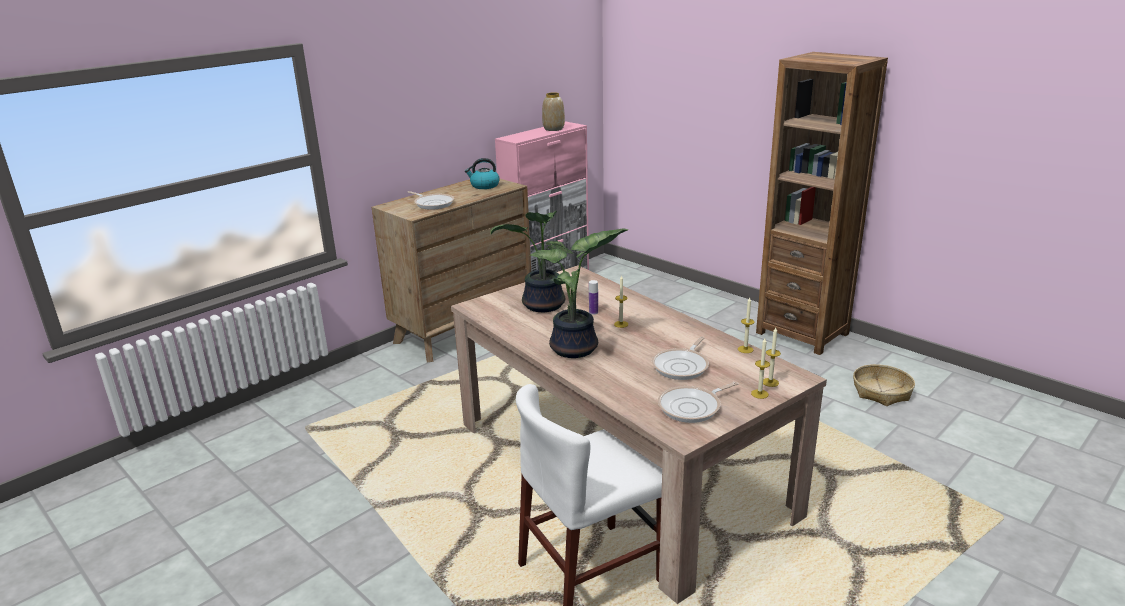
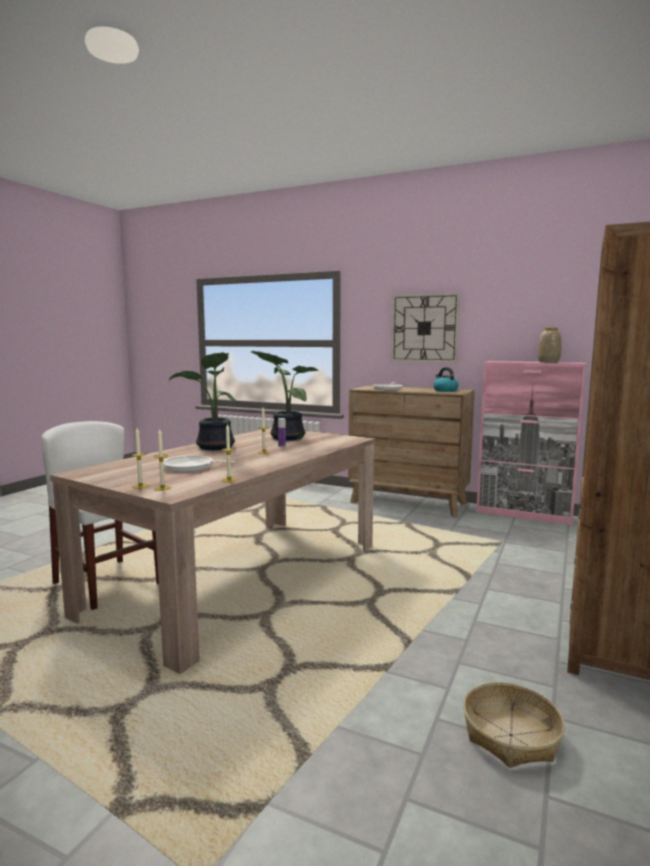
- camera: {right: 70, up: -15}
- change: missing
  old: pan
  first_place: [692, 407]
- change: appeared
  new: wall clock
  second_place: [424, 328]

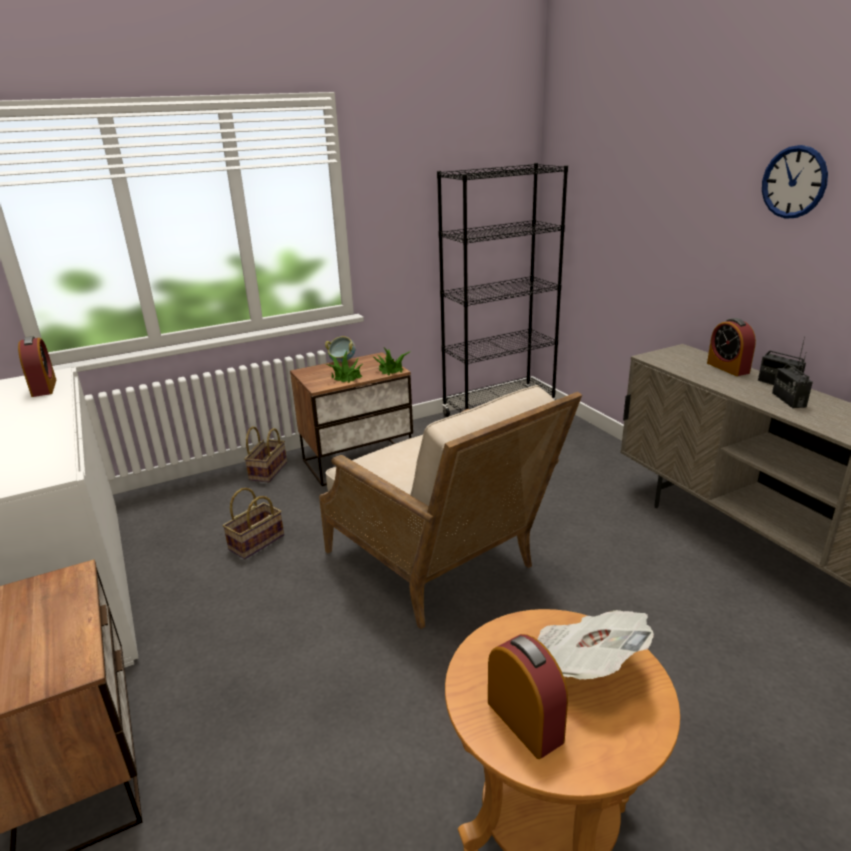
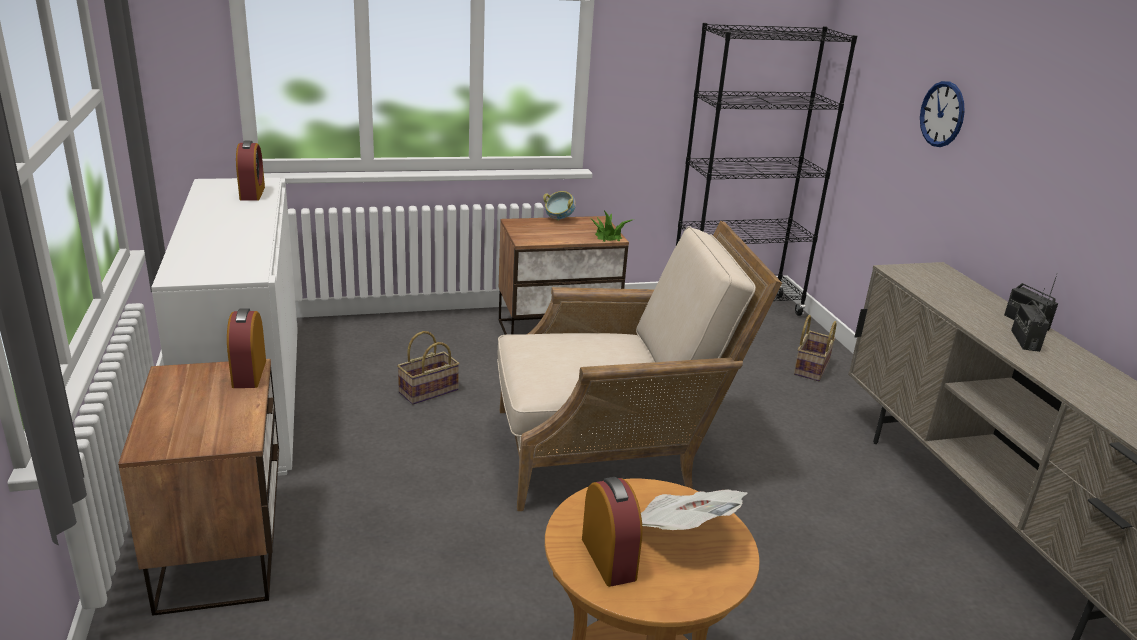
- camera: {right: 10, up: 0}
- change: relocated
  old: household basket
  first_place: [268, 470]
  second_place: [810, 367]
- change: spun
  old: beige-coloured lounge chair
  first_place: [441, 565]
  second_place: [611, 451]
  degrees: -75
- change: missing
  old: potted plant
  first_place: [346, 376]
- change: relocated
  old: bedside clock
  first_place: [727, 368]
  second_place: [249, 373]
- change: relocated
  old: wall clock
  first_place: [794, 182]
  second_place: [942, 114]

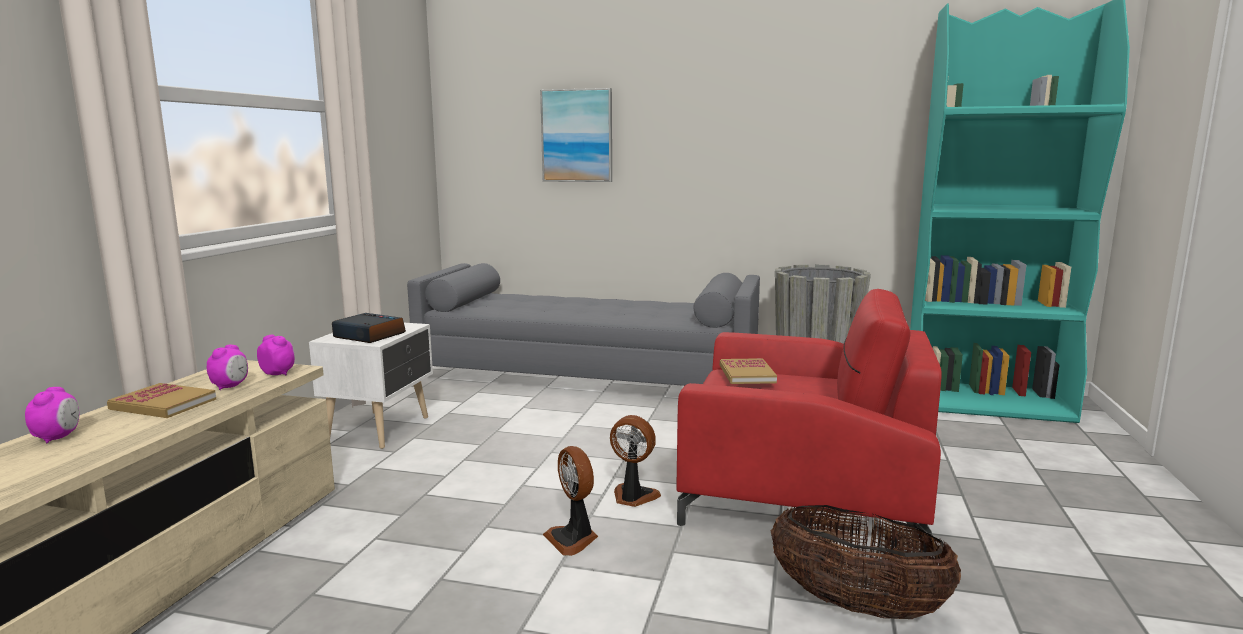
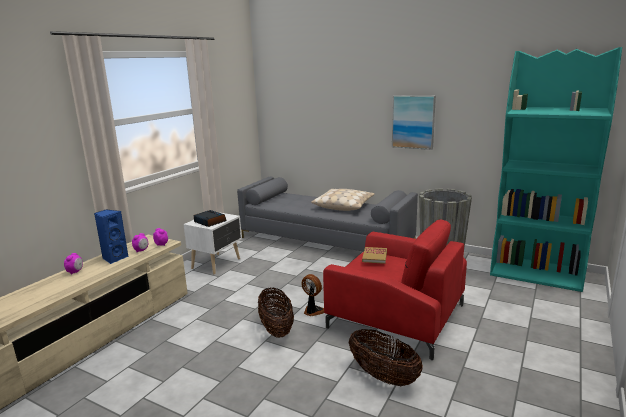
- camera: {right: 15, up: 5}
- change: exchanged
  old: volume
  new: blue-coloured audio speaker
  first_place: [163, 404]
  second_place: [114, 258]
- change: relocated
  old: wall picture
  first_place: [577, 136]
  second_place: [413, 122]
- change: exchanged
  old: electric fan
  new: household basket
  first_place: [573, 539]
  second_place: [276, 329]
- change: appeared
  new: beige-coloured throw pillow
  second_place: [343, 205]

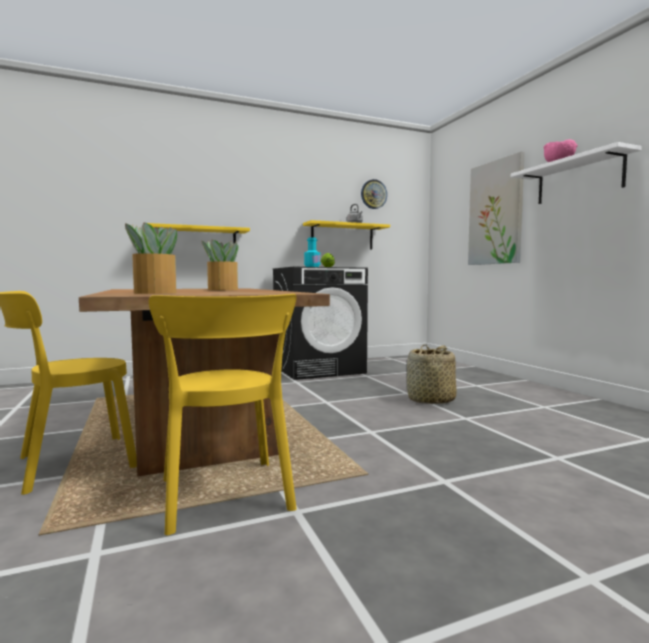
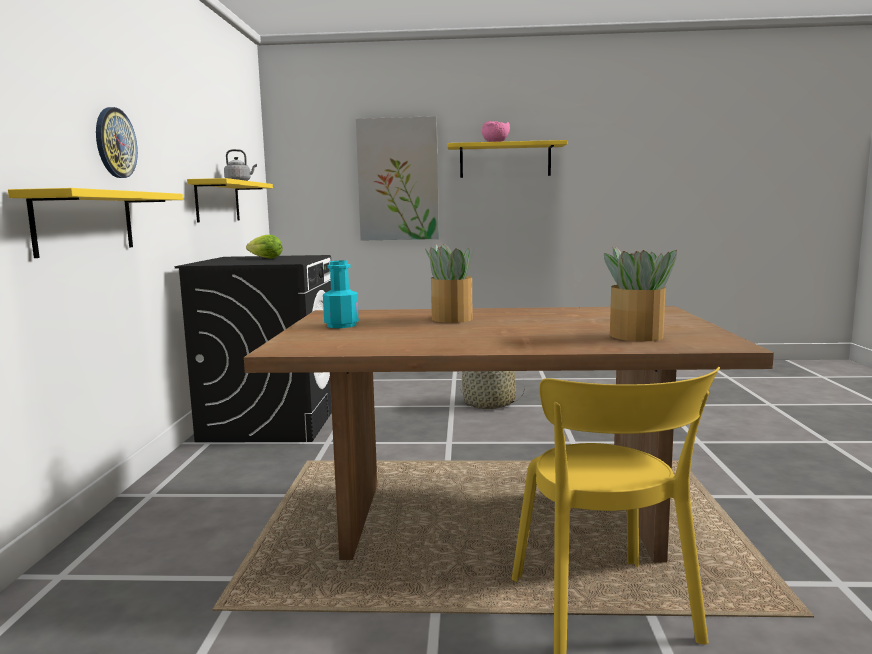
- camera: {right: -65, up: 5}
- change: missing
  old: yellow plain chair
  first_place: [226, 497]
- change: relocated
  old: blue-green drink bottle
  first_place: [312, 266]
  second_place: [341, 325]
- change: relocated
  old: wall clock
  first_place: [373, 194]
  second_place: [115, 143]
- change: colour
  old: white-coloured shelf
  new: yellow shelf
  first_place: [578, 179]
  second_place: [505, 160]

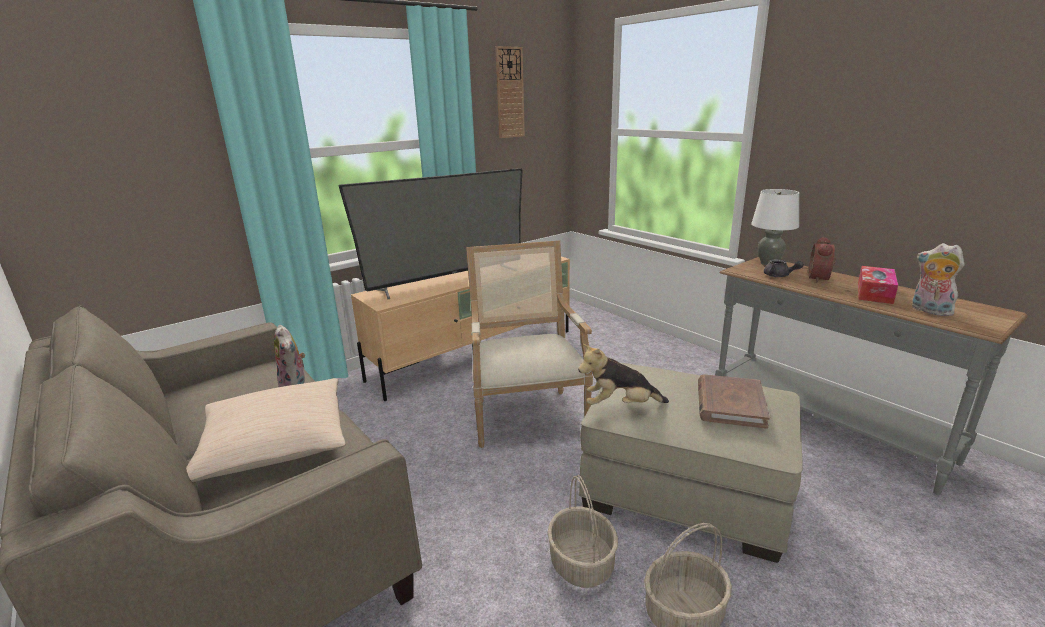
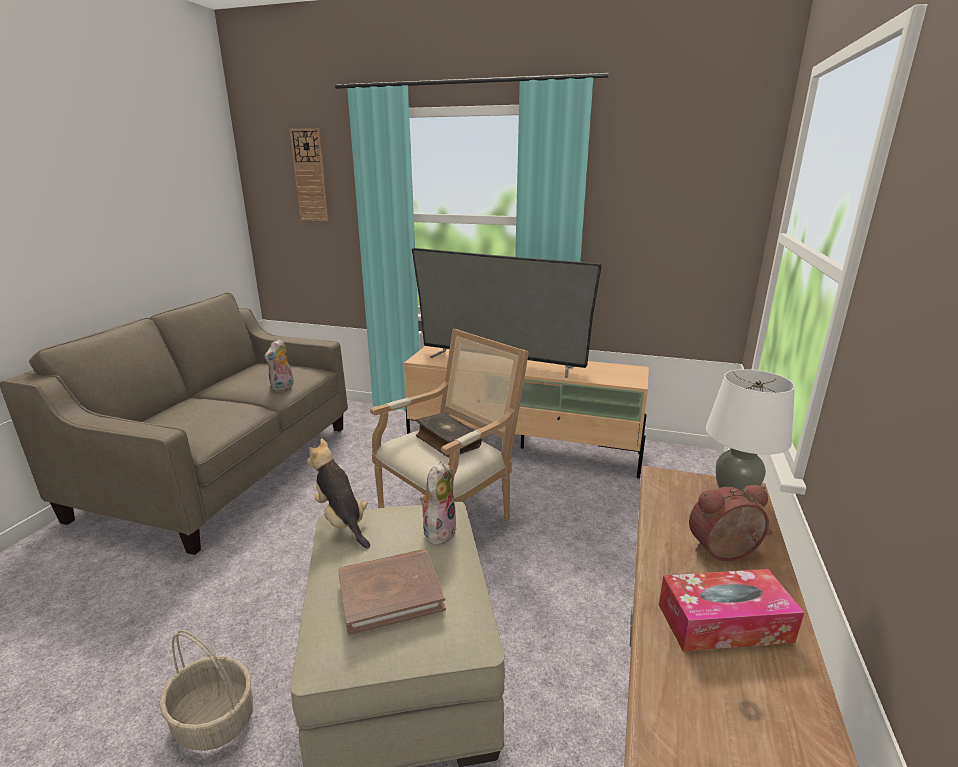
- camera: {right: 55, up: 0}
- change: missing
  old: beige-coloured throw pillow
  first_place: [275, 443]
- change: relocated
  old: wall clock
  first_place: [509, 93]
  second_place: [310, 175]
- change: missing
  old: household basket
  first_place: [582, 564]
- change: missing
  old: grey pot for tea
  first_place: [779, 276]
- change: relocated
  old: soft toy
  first_place: [928, 311]
  second_place: [438, 531]
- change: appeared
  new: volume
  second_place: [447, 442]

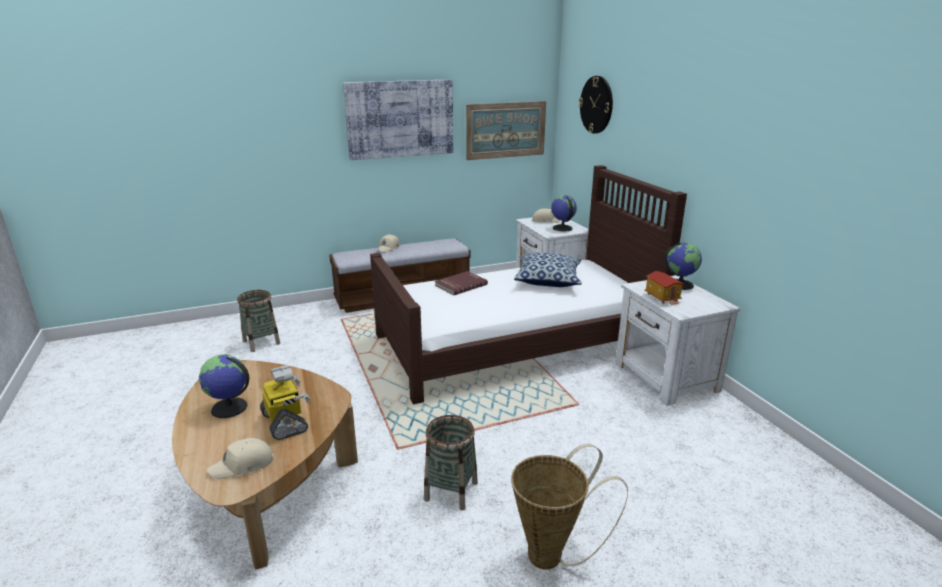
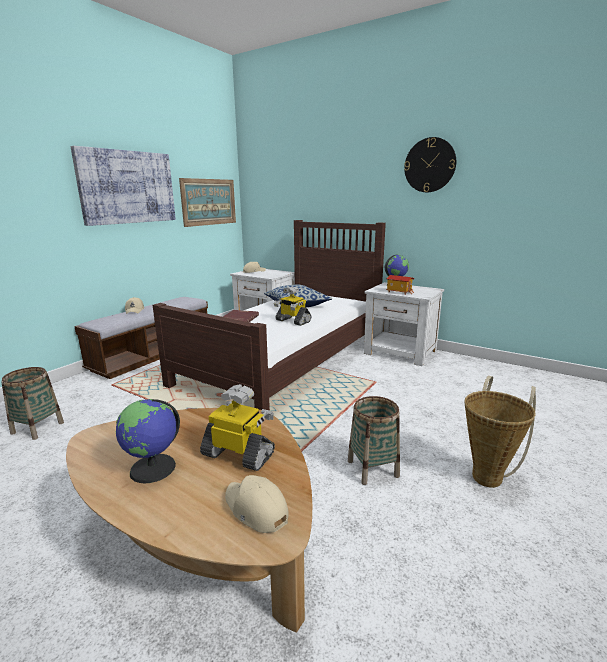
- camera: {right: -35, up: -5}
- change: spun
  old: beige-coloured cap
  first_place: [243, 465]
  second_place: [255, 509]
  degrees: 105
- change: missing
  old: globe
  first_place: [562, 228]
- change: relocated
  old: wall clock
  first_place: [596, 105]
  second_place: [429, 165]
- change: appeared
  new: robot figure
  second_place: [292, 321]

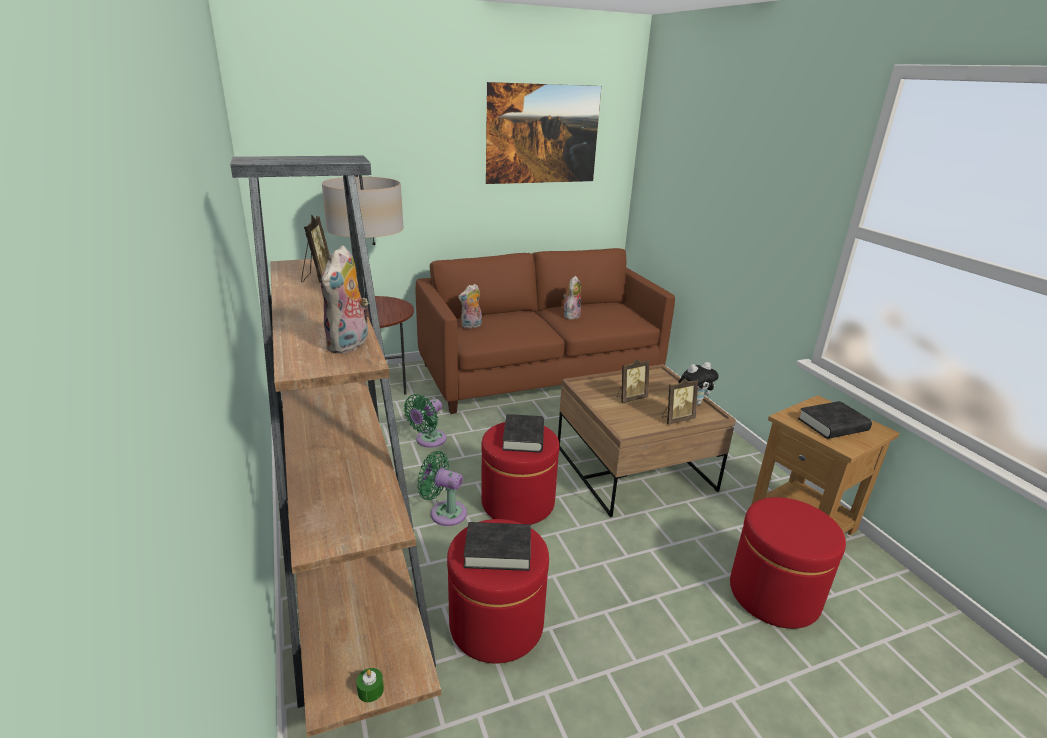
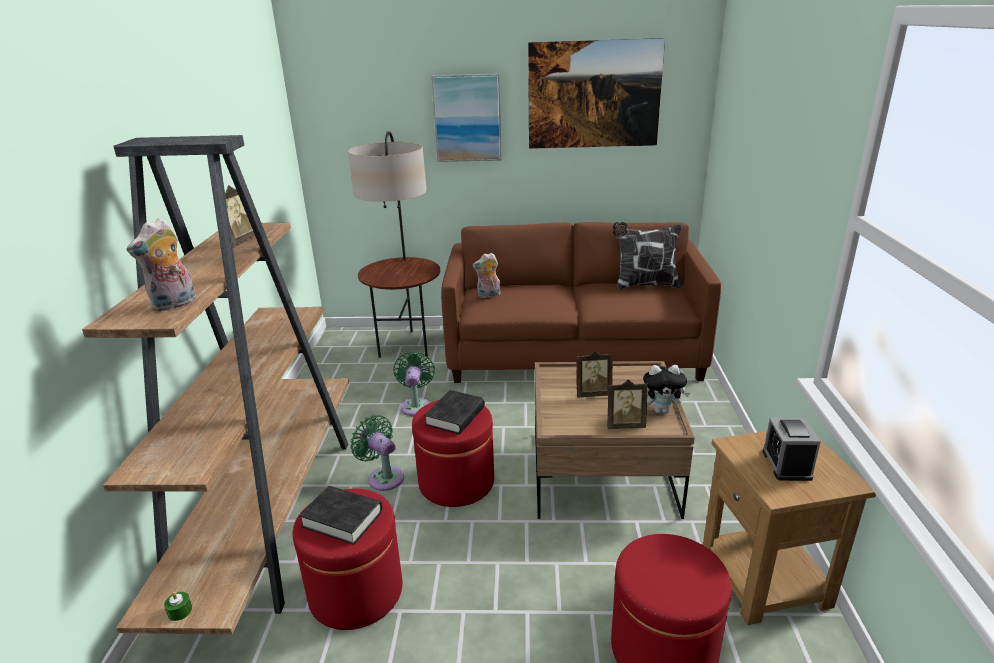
- camera: {right: 25, up: 0}
- change: spun
  old: green-coloured electric fan
  first_place: [428, 440]
  second_place: [416, 405]
  degrees: 120
- change: missing
  old: soft toy
  first_place: [571, 315]
- change: exchanged
  old: blackish volume
  new: bedside clock
  first_place: [832, 425]
  second_place: [786, 464]
- change: appeared
  new: wall picture
  second_place: [467, 118]
- change: appeared
  new: throw pillow
  second_place: [644, 285]

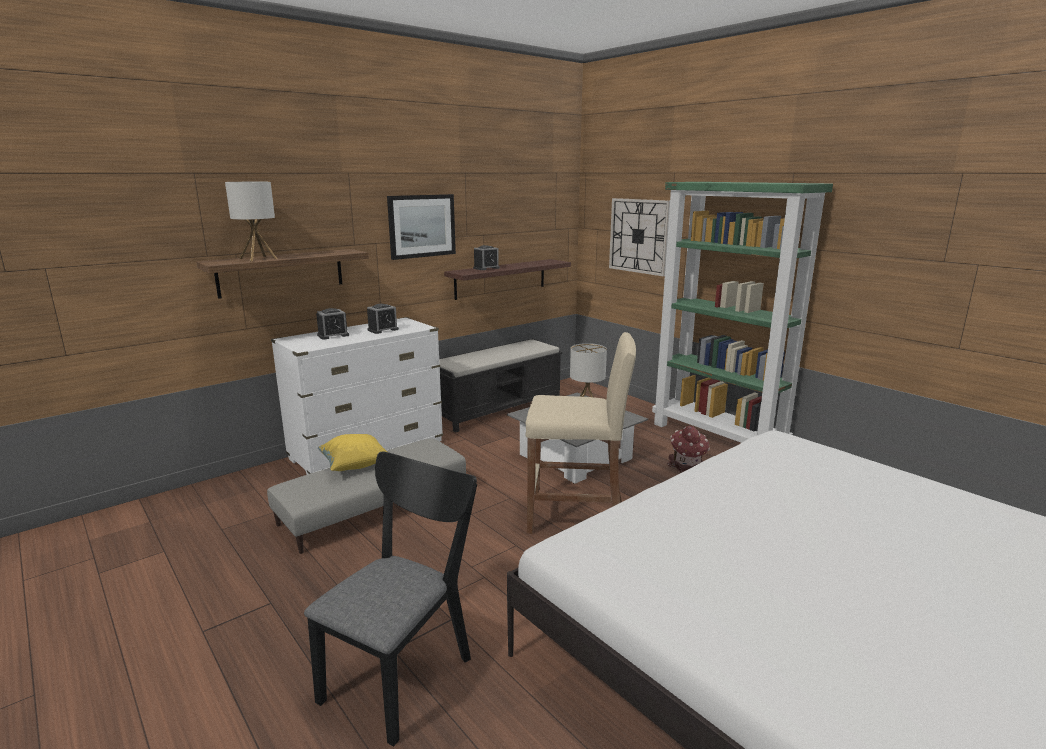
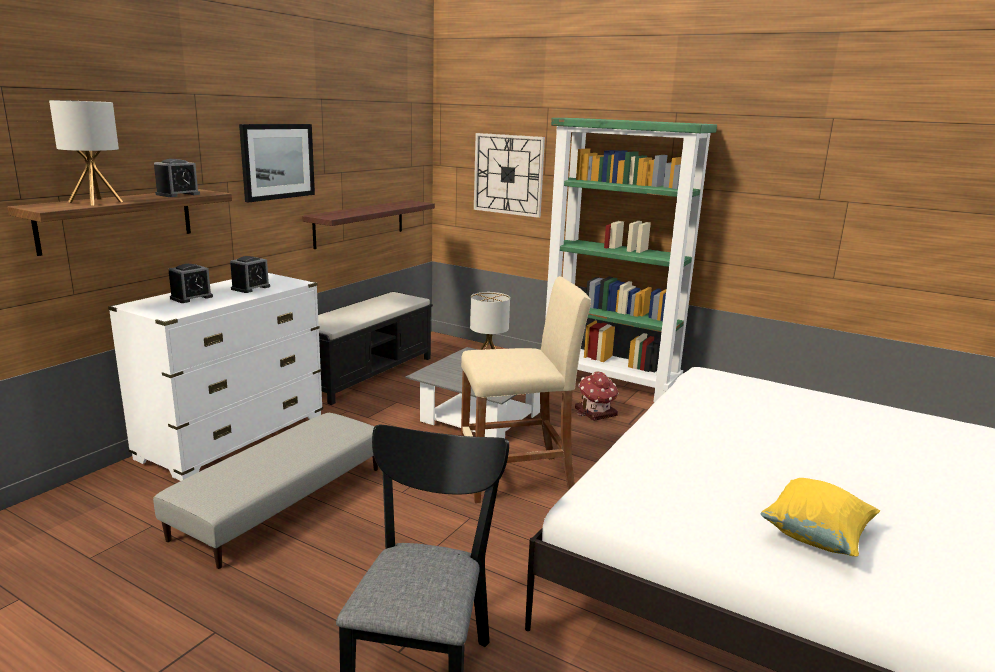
- camera: {right: -20, up: 0}
- change: relocated
  old: yellow throw pillow
  first_place: [354, 466]
  second_place: [815, 536]
- change: relocated
  old: bedside clock
  first_place: [486, 268]
  second_place: [178, 194]

